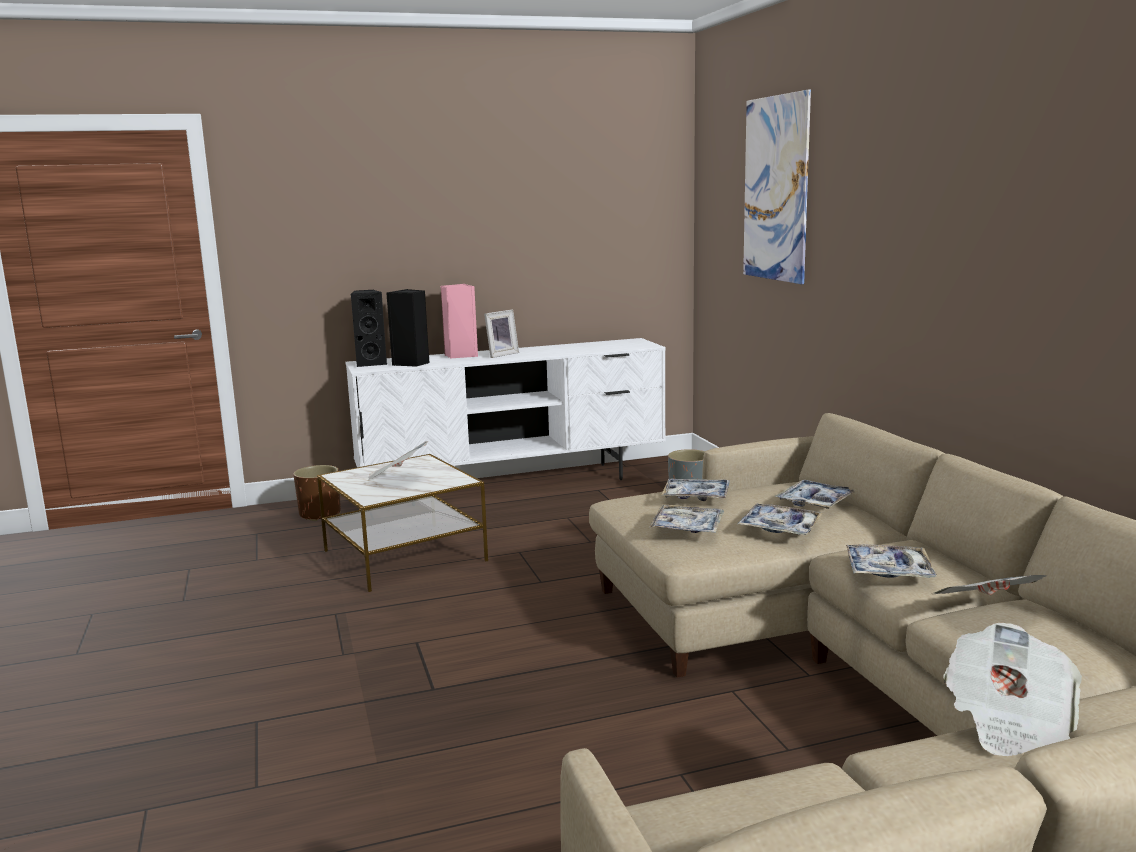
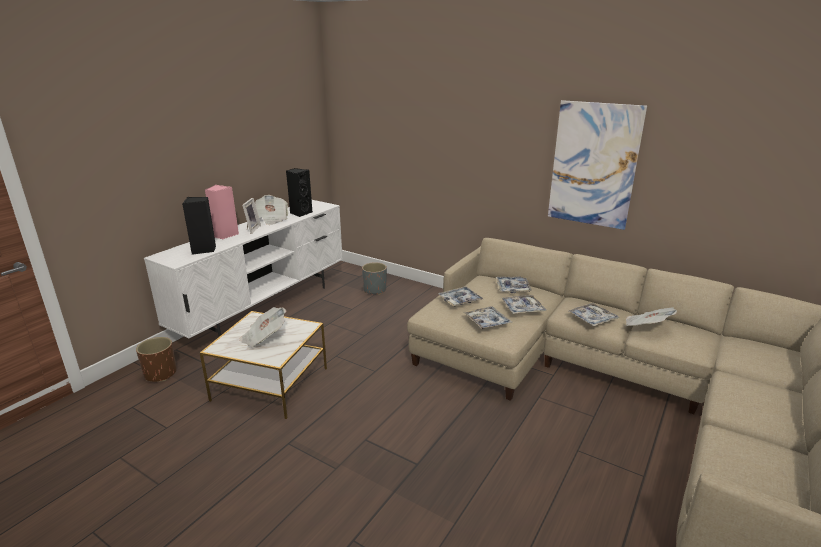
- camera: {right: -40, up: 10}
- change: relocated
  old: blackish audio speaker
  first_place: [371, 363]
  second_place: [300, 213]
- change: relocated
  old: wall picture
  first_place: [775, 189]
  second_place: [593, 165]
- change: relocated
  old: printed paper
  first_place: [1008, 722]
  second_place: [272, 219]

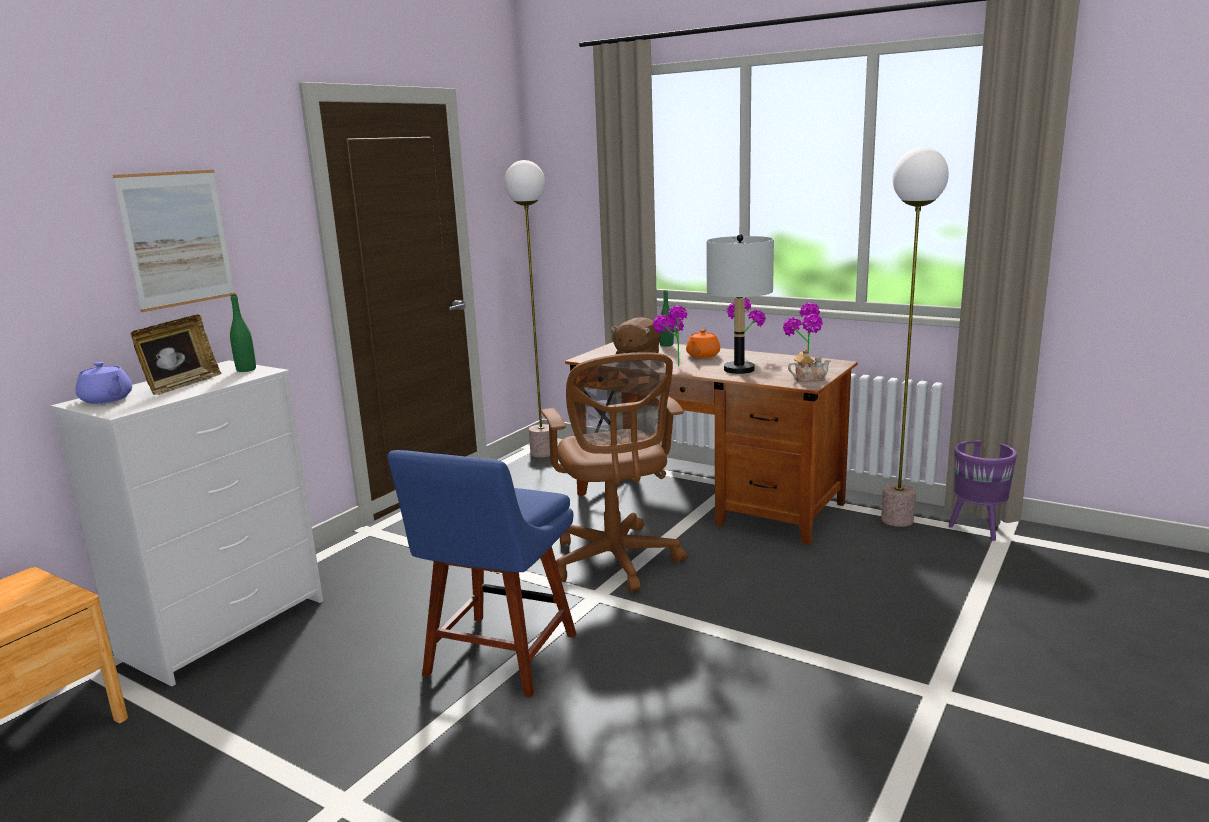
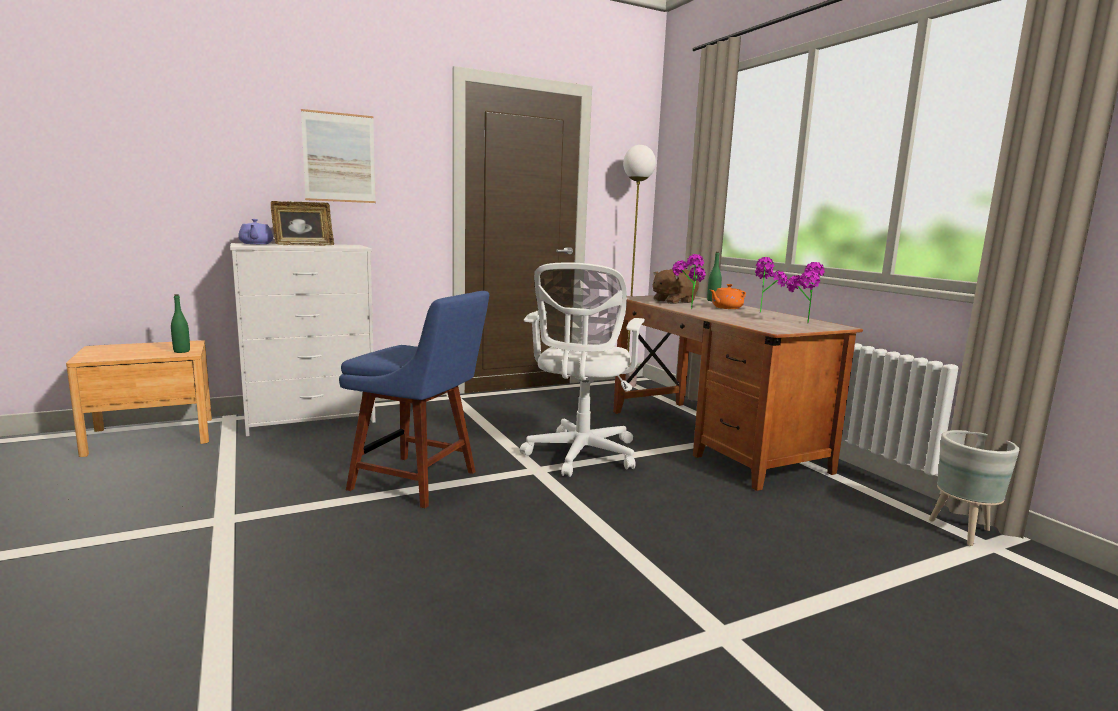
- camera: {right: 30, up: -5}
- change: relocated
  old: green-coloured drink bottle
  first_place: [246, 370]
  second_place: [181, 351]
- change: spun
  old: blue-coloured plain chair
  first_place: [497, 659]
  second_place: [419, 482]
  degrees: -120
- change: colour
  old: brown office chair
  new: white-coloured office chair
  first_place: [616, 562]
  second_place: [580, 456]
- change: missing
  old: grey table lamp
  first_place: [738, 370]
- change: missing
  old: pot for tea
  first_place: [808, 379]
- change: missing
  old: floor lamp
  first_place: [897, 520]
- change: colour
  old: purplish planter
  new: grey planter
  first_place: [978, 529]
  second_place: [963, 532]

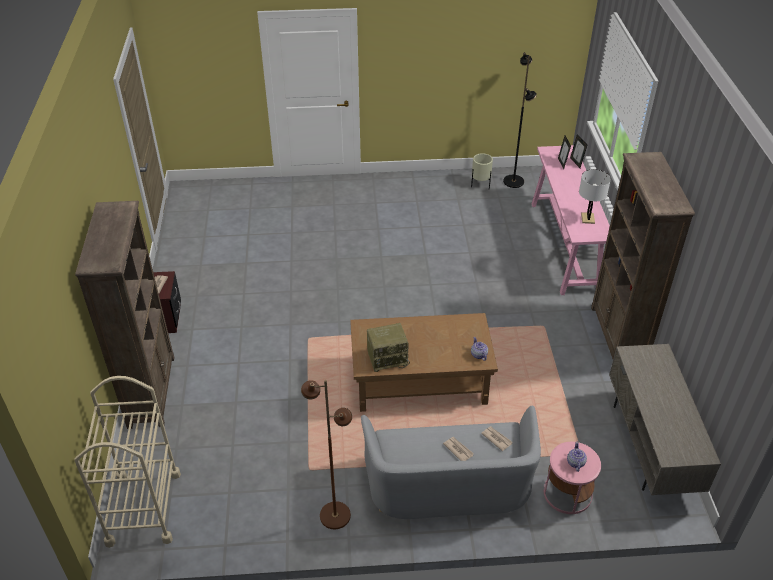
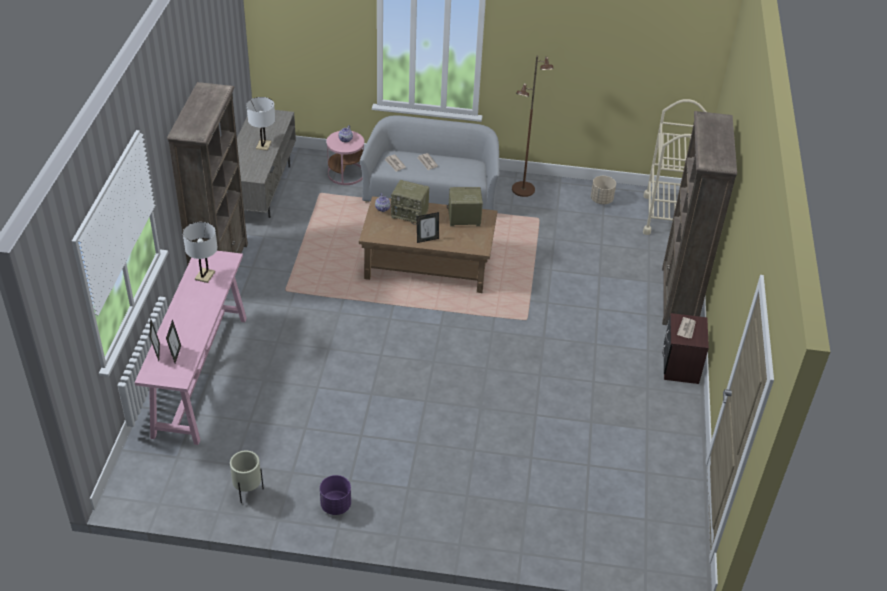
- camera: {right: -170, up: 0}
- change: missing
  old: blackish floor lamp
  first_place: [514, 181]
- change: appeared
  new: white-coloured table lamp
  second_place: [263, 145]
- change: appeared
  new: purplish planter
  second_place: [335, 505]
- change: appeared
  new: radio
  second_place: [410, 214]
- change: appeared
  new: picture frame
  second_place: [427, 239]
- change: appeared
  new: beige-coloured planter
  second_place: [601, 200]

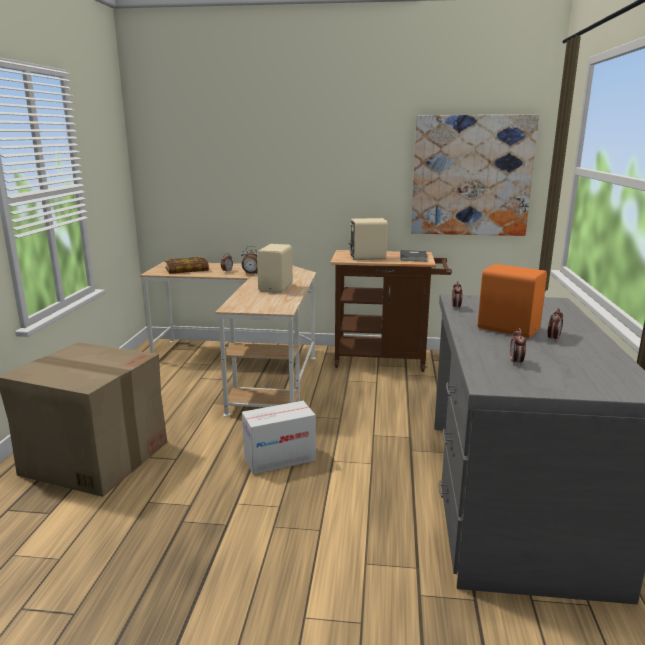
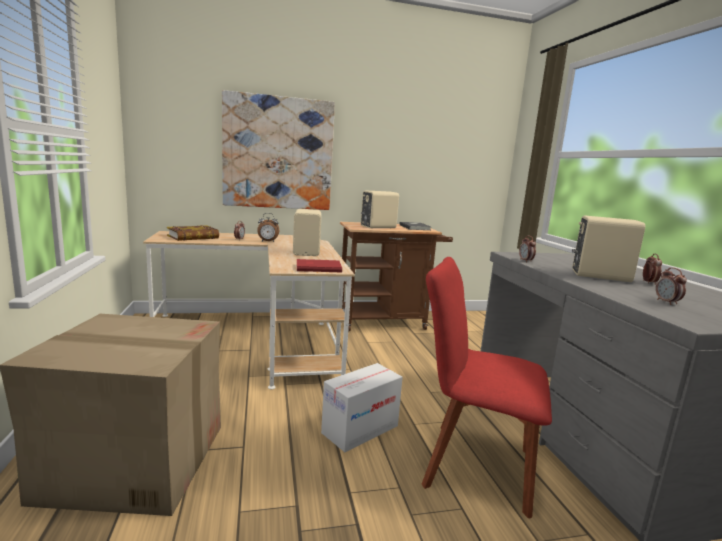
- camera: {right: -20, up: -5}
- change: relocated
  old: wall picture
  first_place: [471, 176]
  second_place: [278, 153]
- change: colour
  old: orange-coloured audio speaker
  new: beige-coloured audio speaker
  first_place: [507, 328]
  second_place: [599, 276]
- change: appeared
  new: red volume
  second_place: [317, 267]
- change: appeared
  new: red plain chair
  second_place: [472, 465]

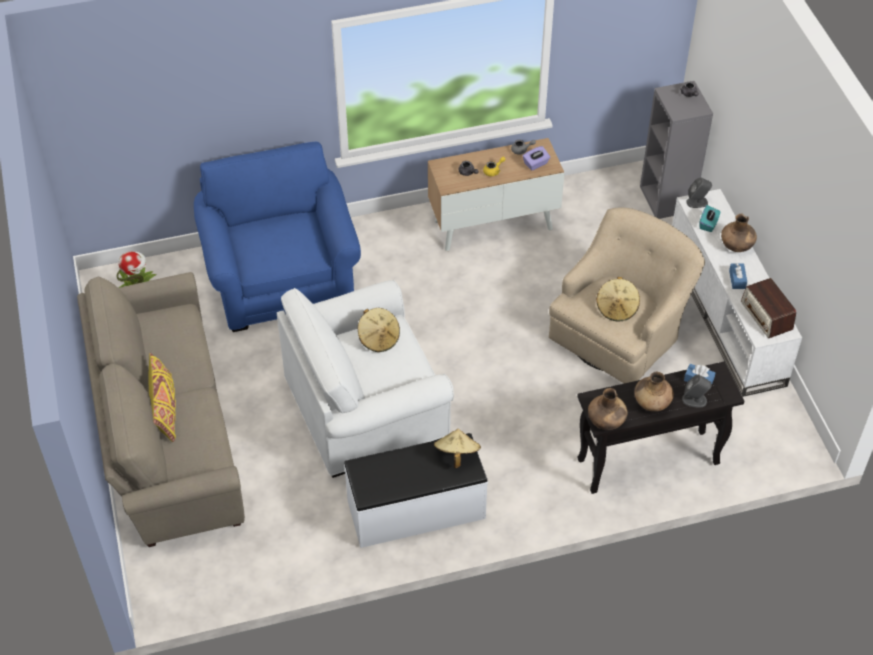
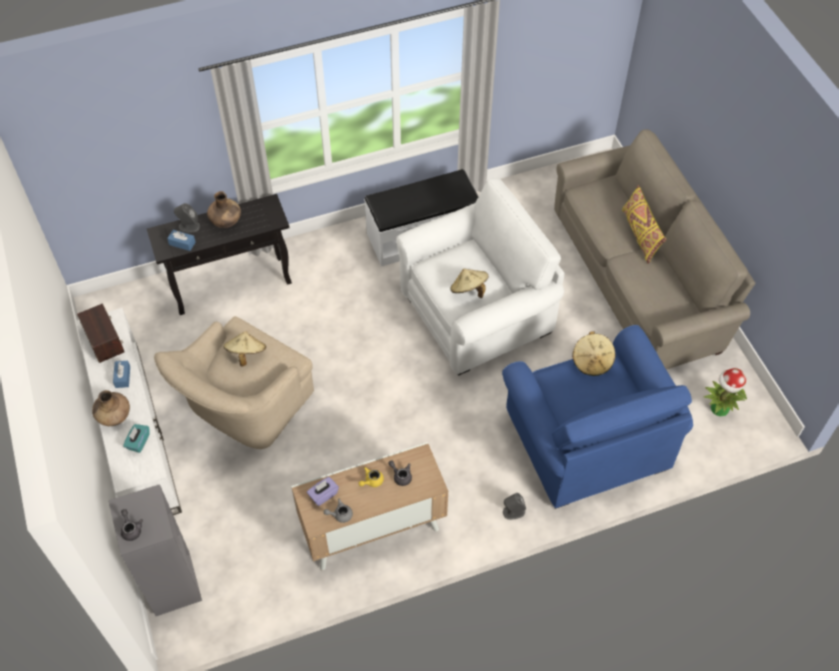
- camera: {right: 175, up: 5}
- change: relocated
  old: beige-coloured wearable hat
  first_place: [456, 454]
  second_place: [592, 361]
- change: missing
  old: brown vase
  first_place: [606, 421]
- change: relocated
  old: grey audio speaker
  first_place: [697, 202]
  second_place: [513, 512]

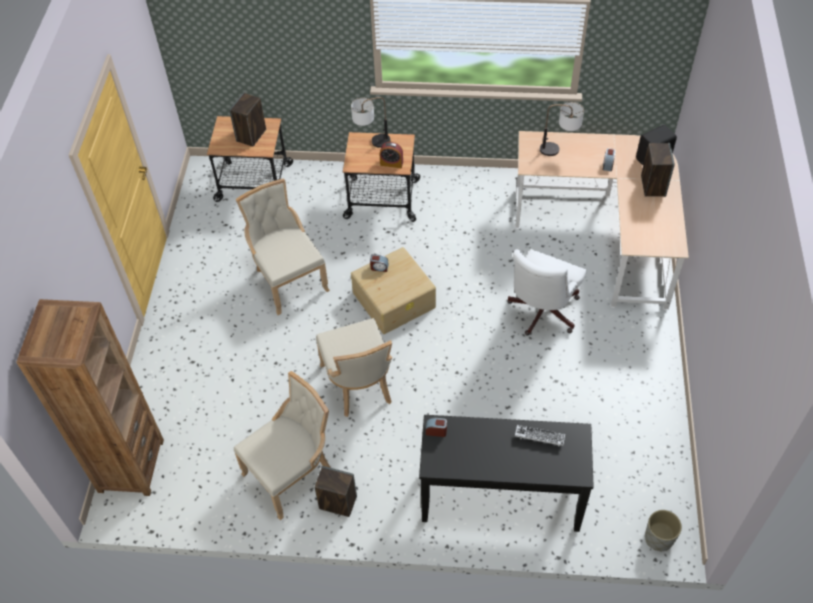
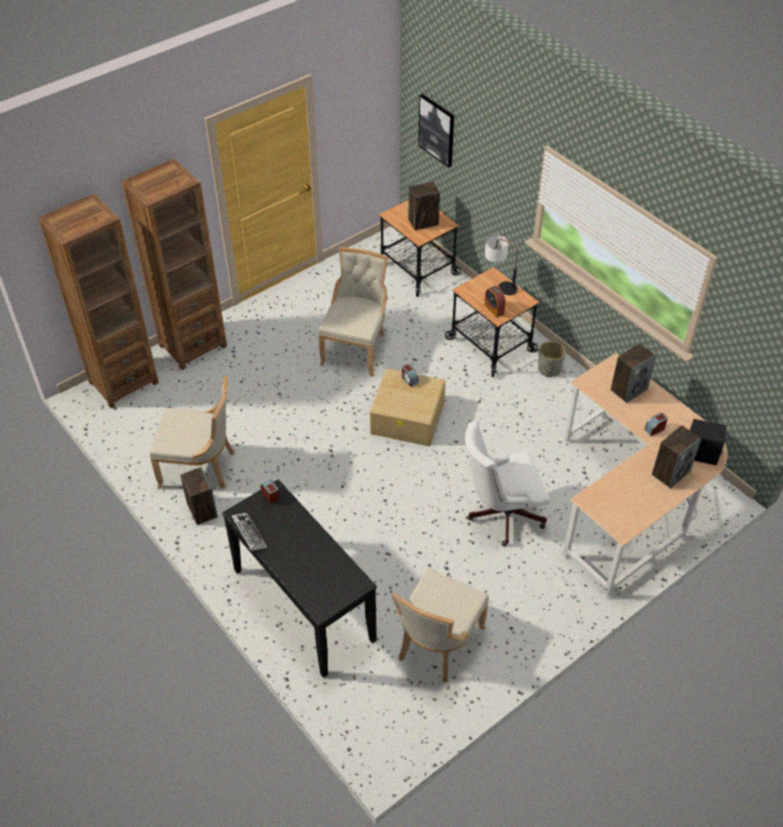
- camera: {right: 45, up: -5}
- change: relocated
  old: beige-coloured plain chair
  first_place: [359, 385]
  second_place: [437, 645]
- change: relocated
  old: PC keyboard
  first_place: [539, 437]
  second_place: [249, 534]
- change: exchanged
  old: table lamp
  new: audio speaker
  first_place: [559, 150]
  second_place: [629, 389]
- change: relocated
  old: grey planter
  first_place: [659, 538]
  second_place: [549, 369]
- change: appeared
  new: brown bookcase
  second_place: [192, 345]
- change: appeared
  new: wall picture
  second_place: [437, 130]

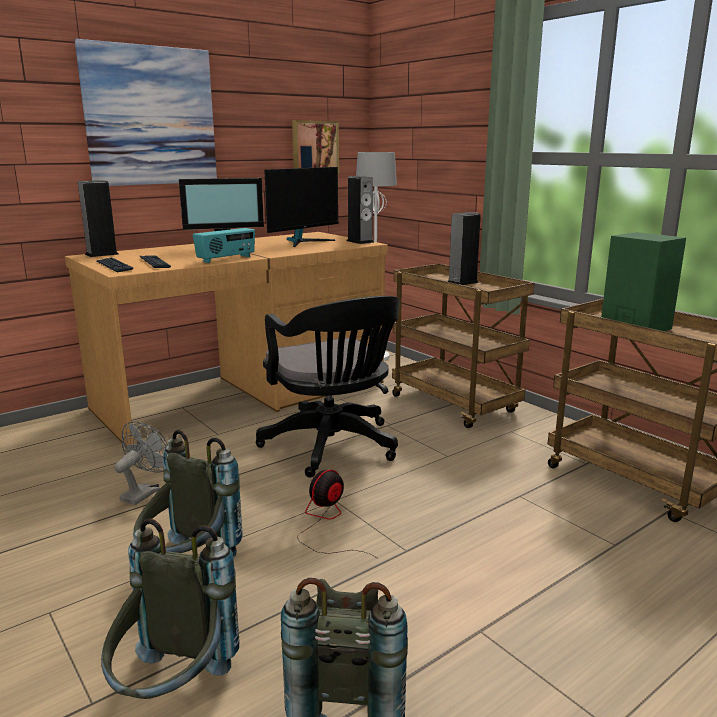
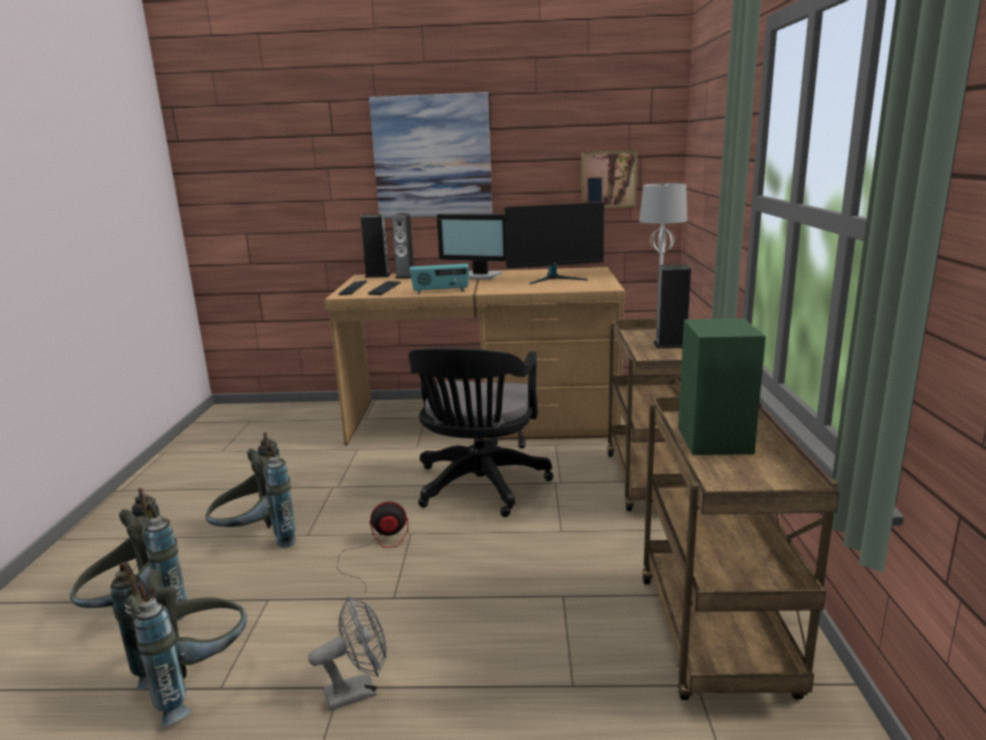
- camera: {right: 40, up: 0}
- change: relocated
  old: grey electric fan
  first_place: [144, 492]
  second_place: [358, 691]
- change: relocated
  old: audio speaker
  first_place: [360, 241]
  second_place: [405, 276]

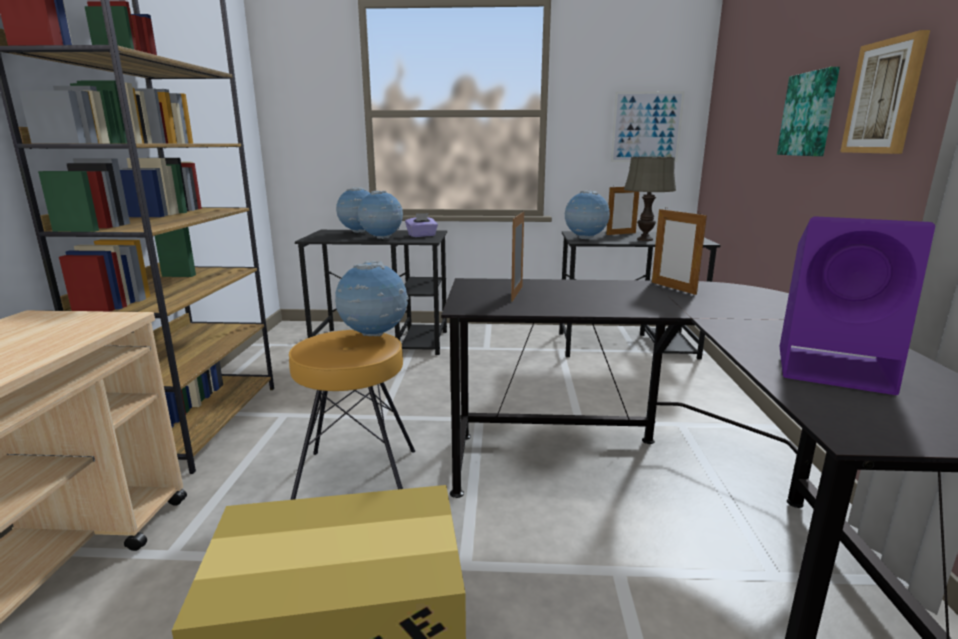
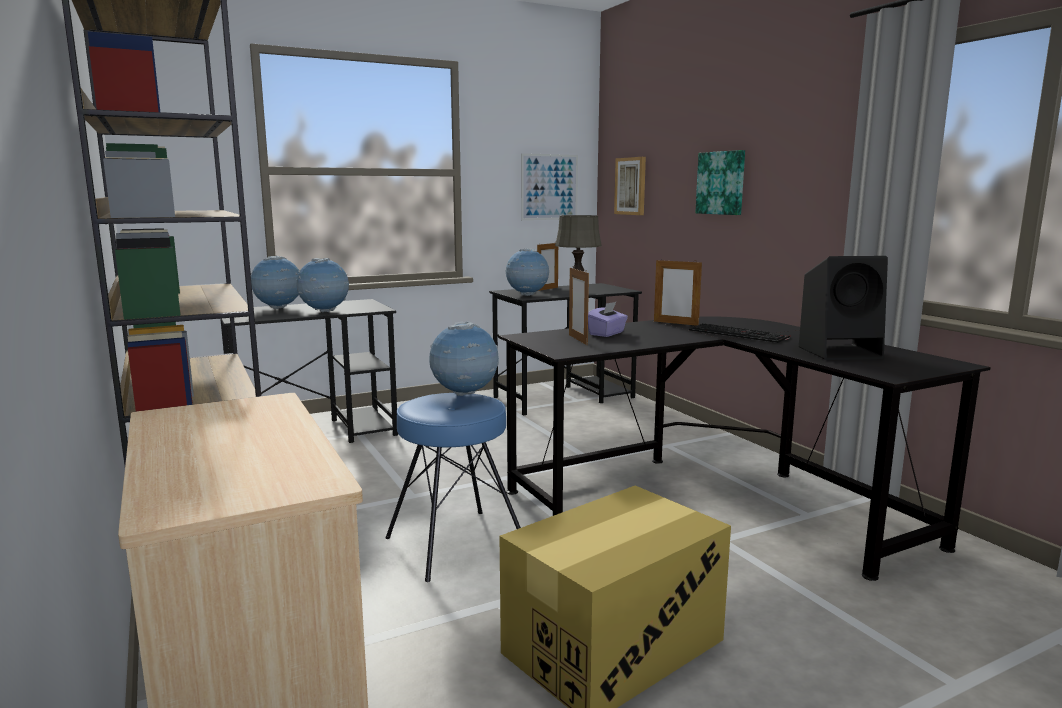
- camera: {right: -30, up: -5}
- change: colour
  old: brown sitting stool
  new: blue-coloured sitting stool
  first_place: [357, 477]
  second_place: [455, 543]
- change: relocated
  old: purplish box of tissues
  first_place: [422, 235]
  second_place: [607, 333]
- change: colour
  old: purplish audio speaker
  new: blackish audio speaker
  first_place: [836, 369]
  second_place: [841, 352]
- change: relocated
  old: wall picture
  first_place: [884, 97]
  second_place: [631, 186]
- change: appeared
  new: PC keyboard
  second_place: [739, 334]

